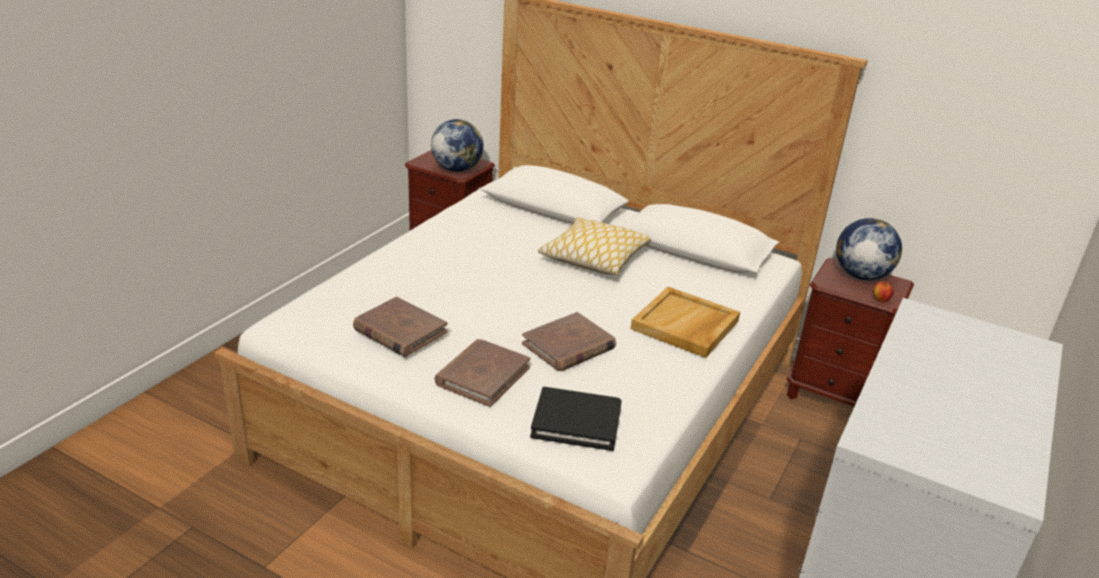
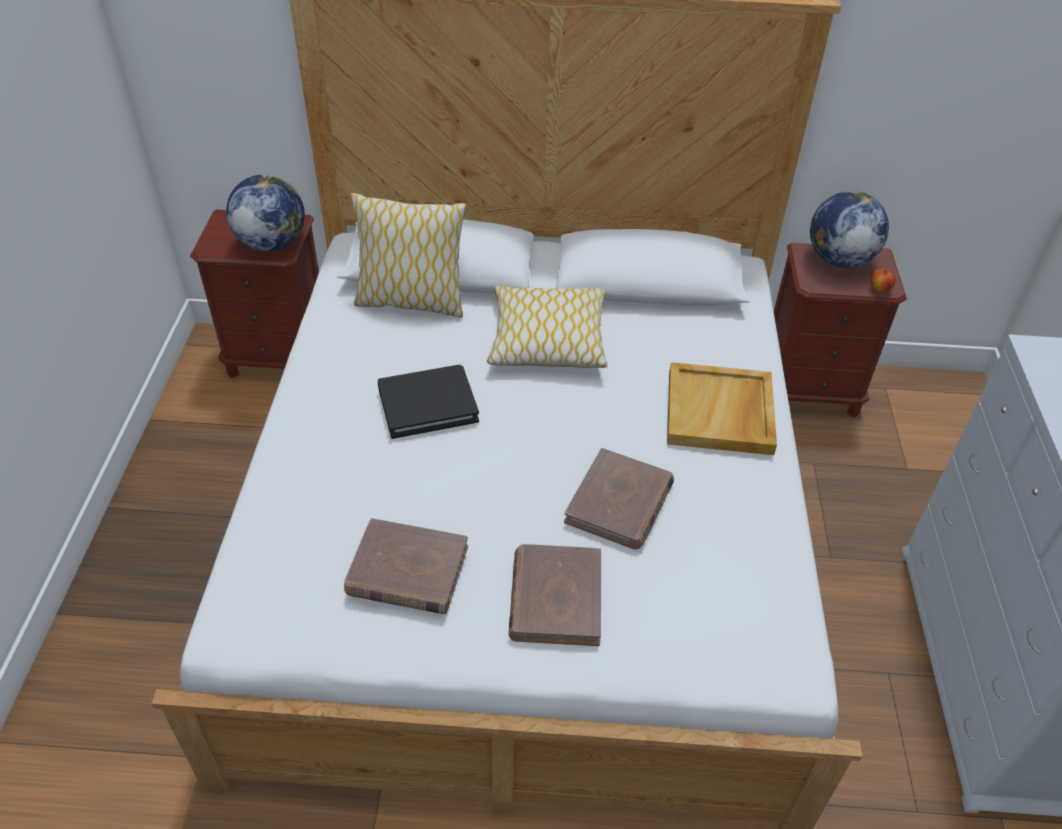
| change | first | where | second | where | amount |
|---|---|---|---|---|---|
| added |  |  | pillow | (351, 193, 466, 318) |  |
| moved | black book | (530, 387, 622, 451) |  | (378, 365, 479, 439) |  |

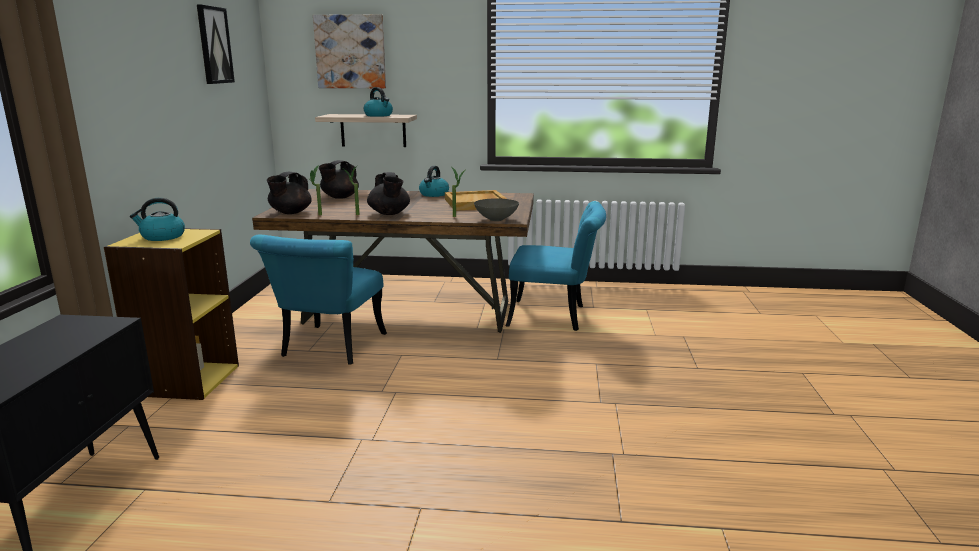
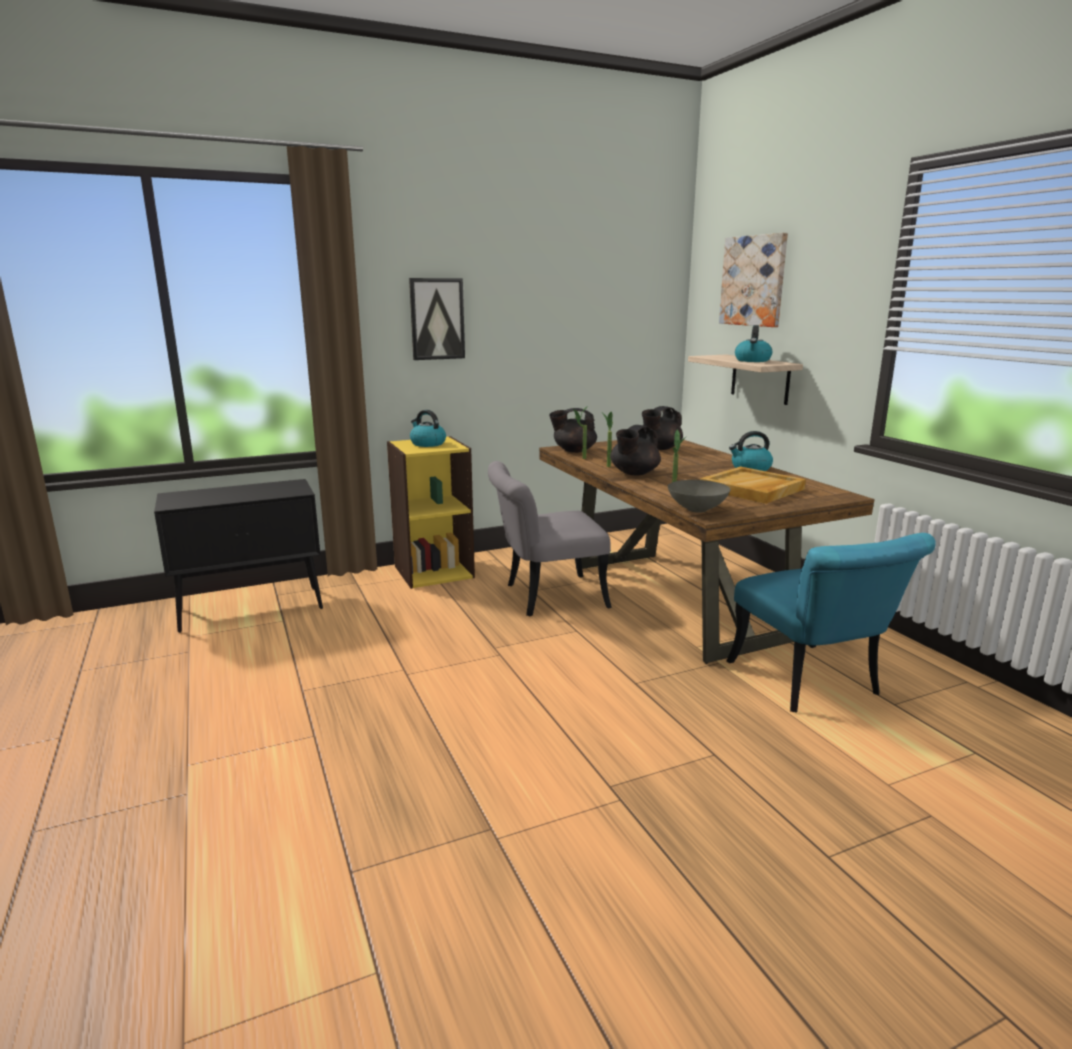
| change | first | where | second | where | amount |
|---|---|---|---|---|---|
| moved | picture | (197, 5, 235, 84) |  | (409, 278, 465, 360) |  |
| recoloured | turquoise chair | (250, 235, 387, 364) | grey chair | (488, 461, 612, 616) |  |
| turned | black teapot | (319, 160, 359, 199) |  | (642, 406, 683, 450) | 45 degrees counterclockwise |

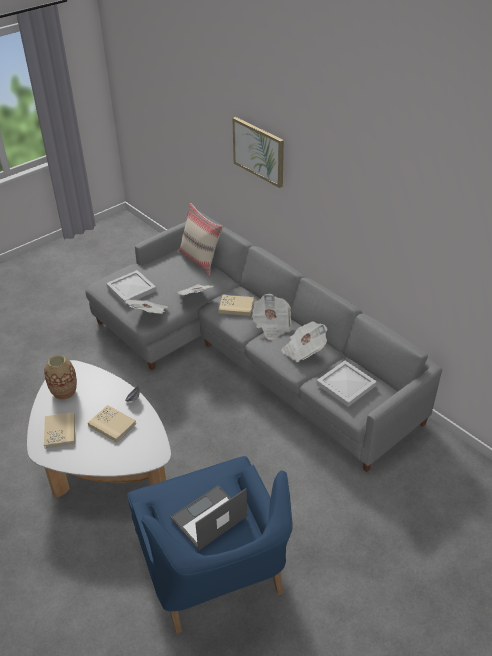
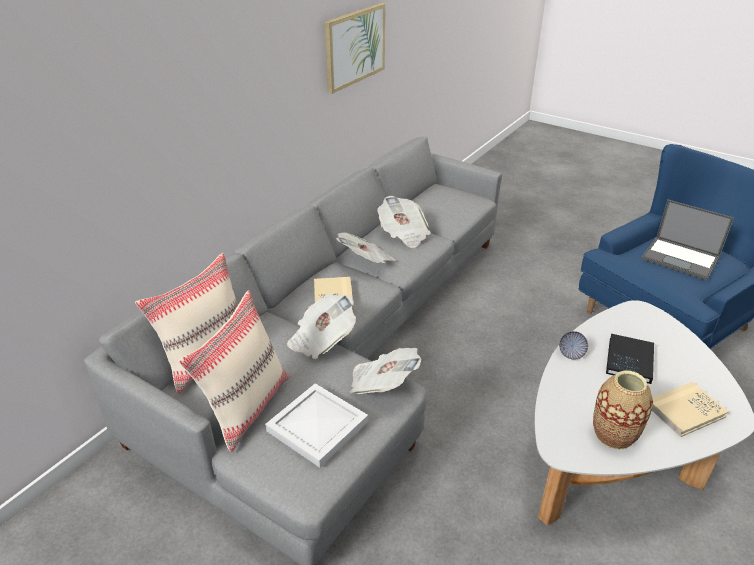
| change | first | where | second | where | amount |
|---|---|---|---|---|---|
| added |  |  | beige pillow | (178, 290, 290, 452) |  |
| moved | picture | (232, 117, 284, 188) |  | (324, 3, 385, 94) |  |
| recoloured | beige book | (88, 405, 136, 442) | black book | (606, 334, 654, 384) |  |
| removed | white tray | (316, 361, 377, 407) |  |  |  |

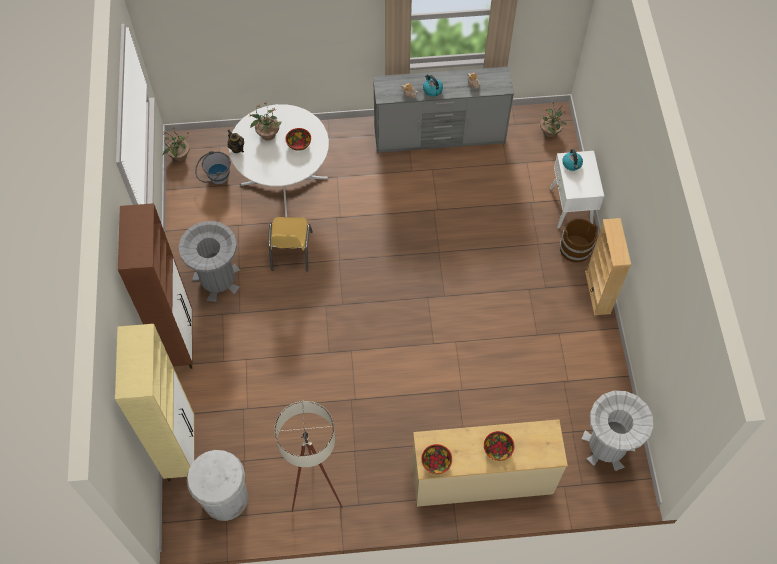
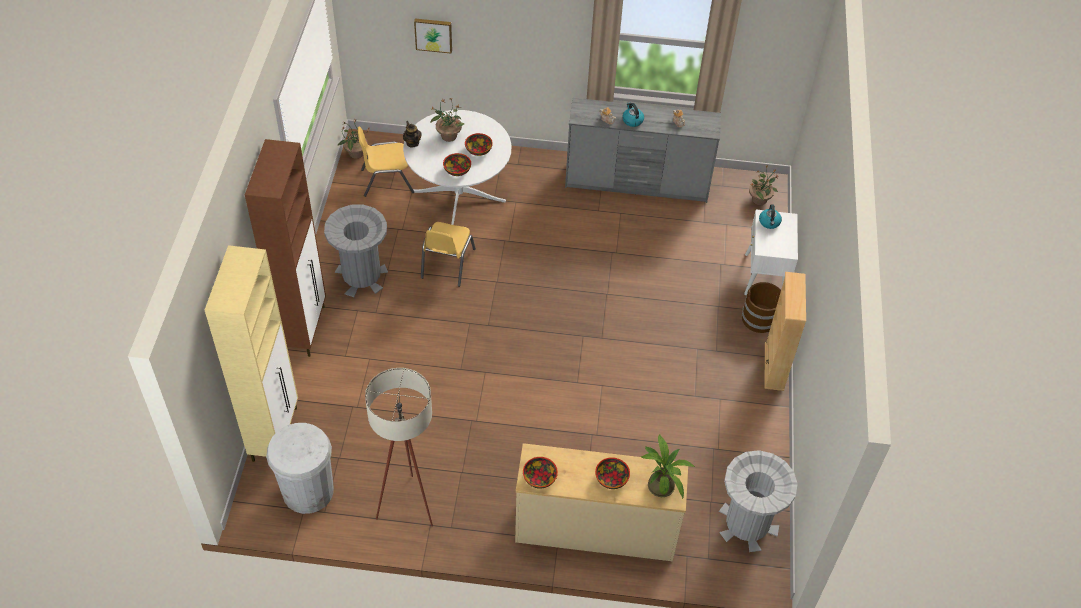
| change | first | where | second | where | amount |
|---|---|---|---|---|---|
| replaced | grey bucket | (195, 151, 231, 184) | yellow chair | (358, 126, 414, 197) |  |
| added |  |  | picture | (414, 18, 452, 54) |  |
| added |  |  | bowl | (443, 153, 471, 176) |  |
| added |  |  | potted plant | (641, 435, 695, 499) |  |

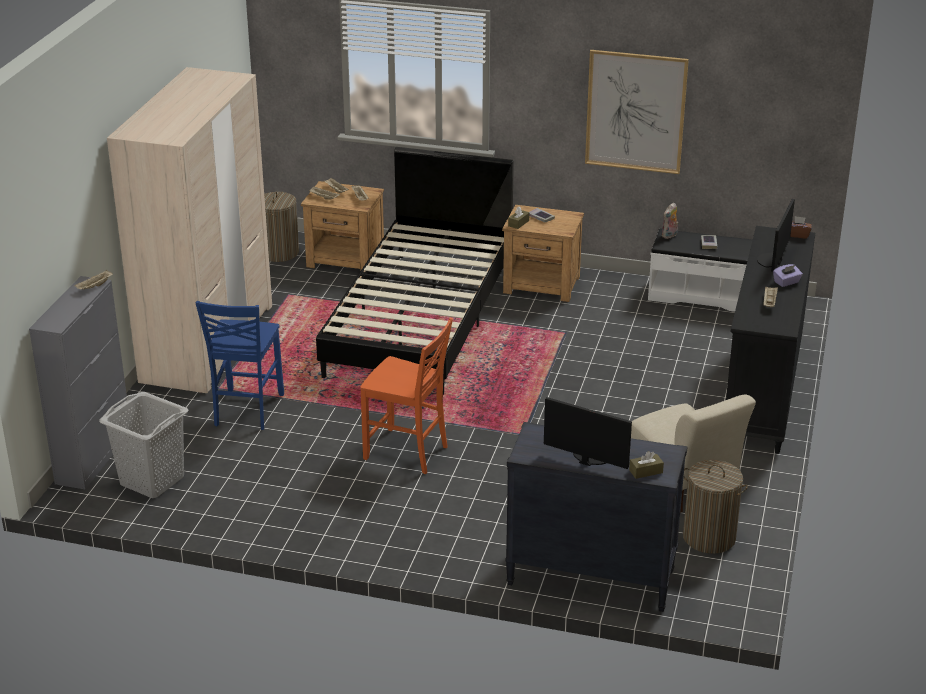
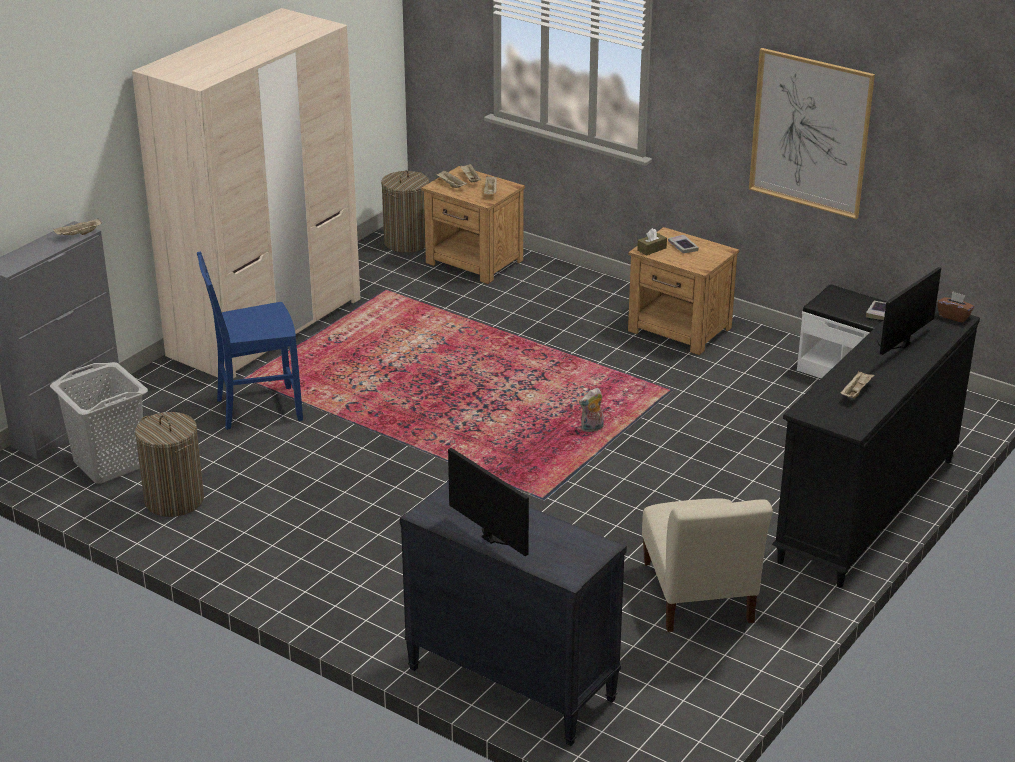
| change | first | where | second | where | amount |
|---|---|---|---|---|---|
| moved | laundry basket | (683, 460, 748, 554) |  | (135, 412, 204, 517) |  |
| turned | blue chair | (195, 301, 284, 430) |  | (197, 251, 303, 430) | 45 degrees clockwise |
| moved | plush toy | (661, 202, 678, 239) |  | (579, 388, 604, 432) |  |
| removed | black bed | (316, 147, 514, 395) |  |  |  |
| removed | orange chair | (360, 318, 453, 474) |  |  |  |
| removed | brown tissue box | (629, 451, 664, 479) |  |  |  |
| removed | purple tissue box | (773, 264, 803, 287) |  |  |  |

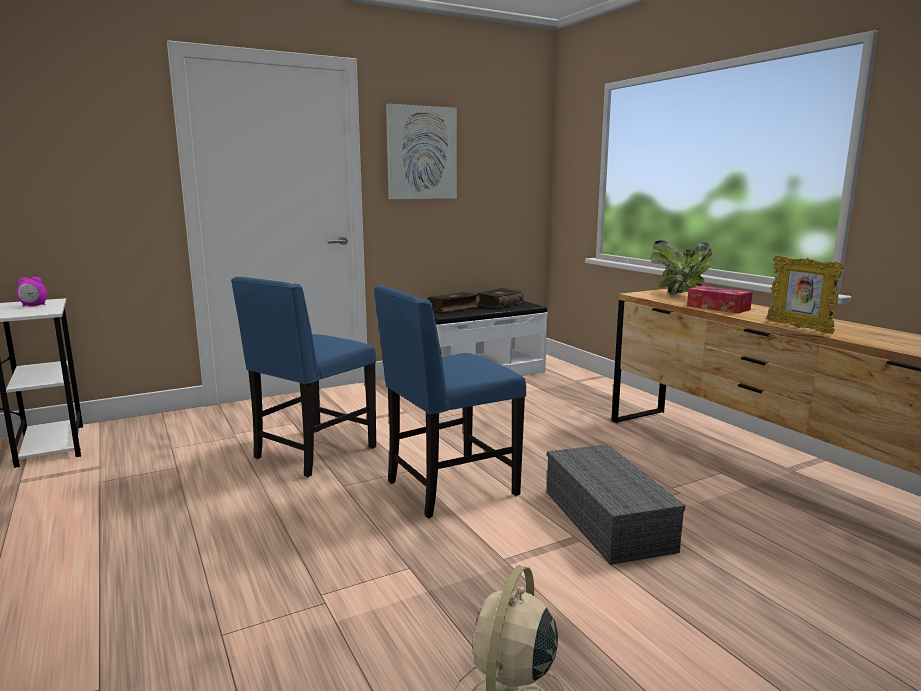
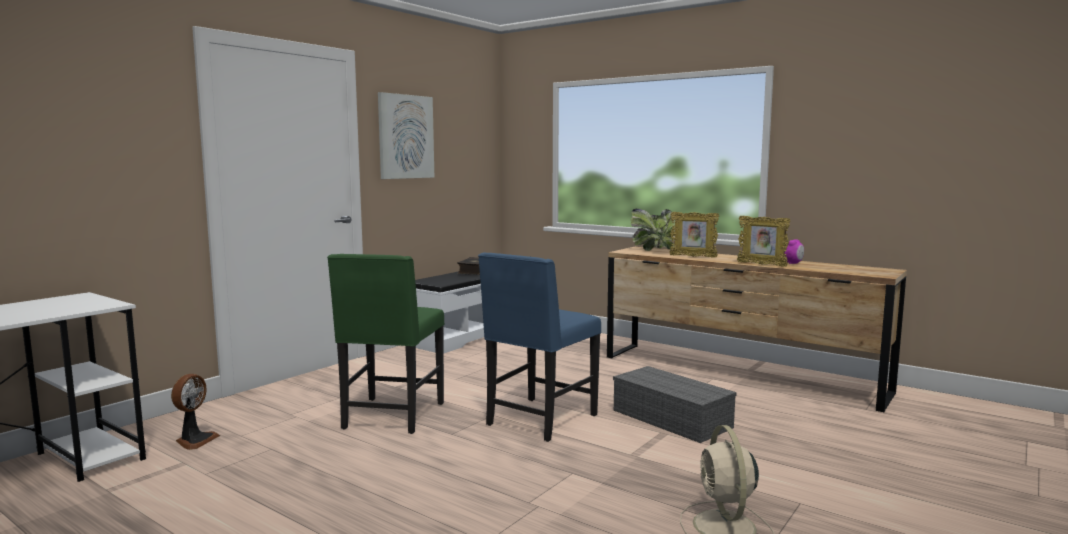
| change | first | where | second | where | amount |
|---|---|---|---|---|---|
| added |  |  | fan | (171, 374, 220, 450) |  |
| recoloured | blue chair | (231, 277, 376, 477) | green chair | (327, 254, 444, 434) |  |
| replaced | tissue box | (687, 286, 753, 314) | picture frame | (669, 212, 719, 258) |  |
| moved | alarm clock | (16, 277, 47, 306) |  | (785, 239, 804, 264) |  |
| removed | book | (427, 292, 478, 312) |  |  |  |

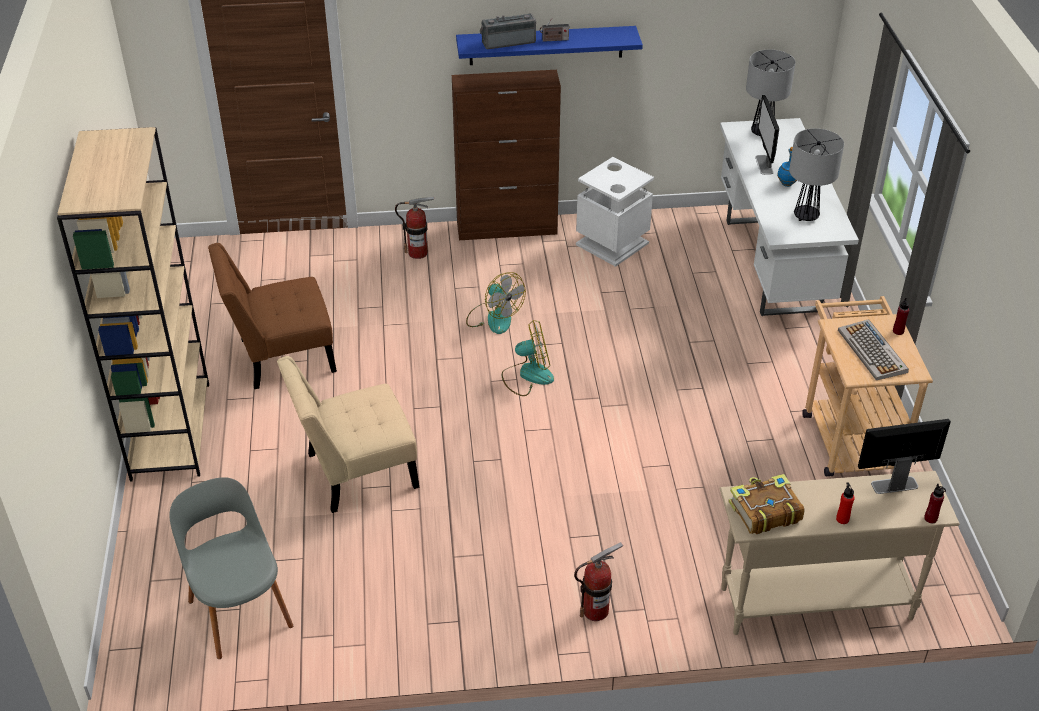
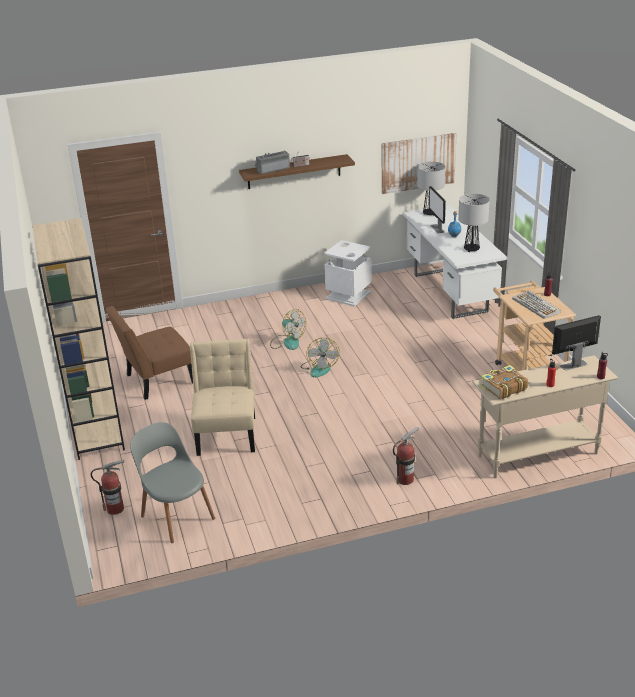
| change | first | where | second | where | amount |
|---|---|---|---|---|---|
| moved | fire extinguisher | (395, 197, 434, 259) |  | (91, 460, 124, 515) |  |
| turned | beige chair | (277, 356, 419, 513) |  | (190, 339, 255, 456) | 120 degrees clockwise |
| recoloured | blue shelf | (456, 26, 643, 65) | brown shelf | (239, 154, 355, 189) |  |
| turned | fan | (502, 320, 554, 396) |  | (301, 338, 340, 377) | 105 degrees clockwise |
| added |  |  | picture | (382, 133, 456, 194) |  |
| removed | brown cabinet | (452, 70, 561, 240) |  |  |  |

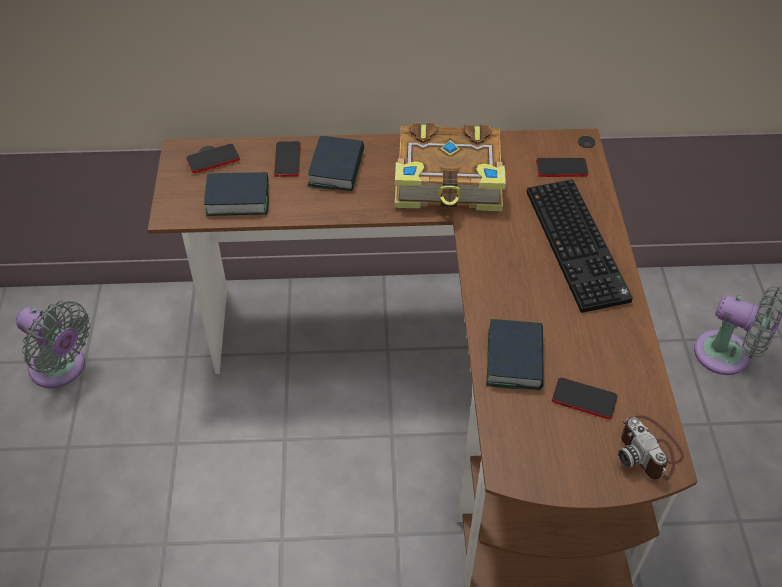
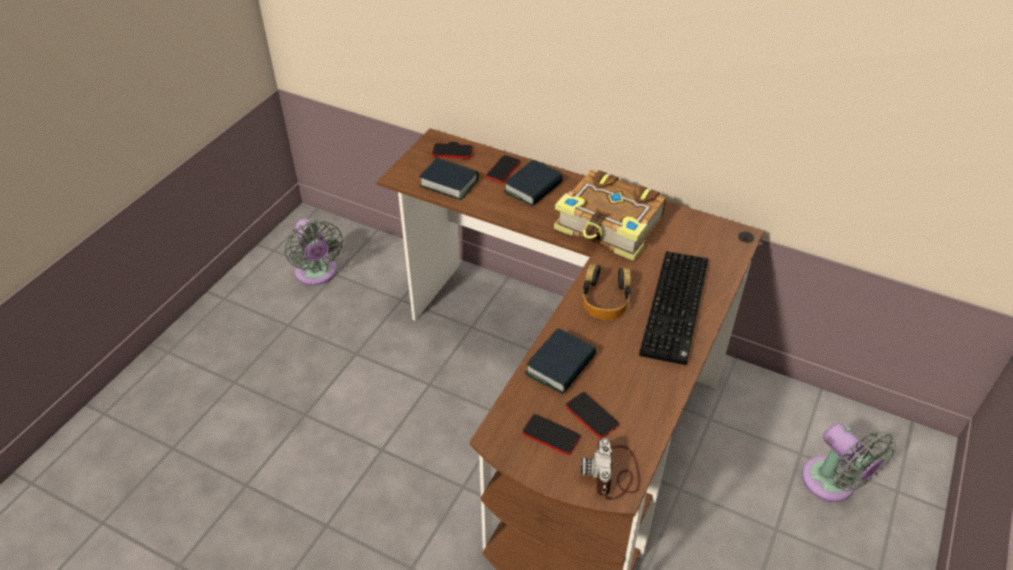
| change | first | where | second | where | amount |
|---|---|---|---|---|---|
| moved | phone | (536, 158, 588, 177) |  | (522, 414, 580, 455) |  |
| added |  |  | headphones | (582, 264, 631, 320) |  |

